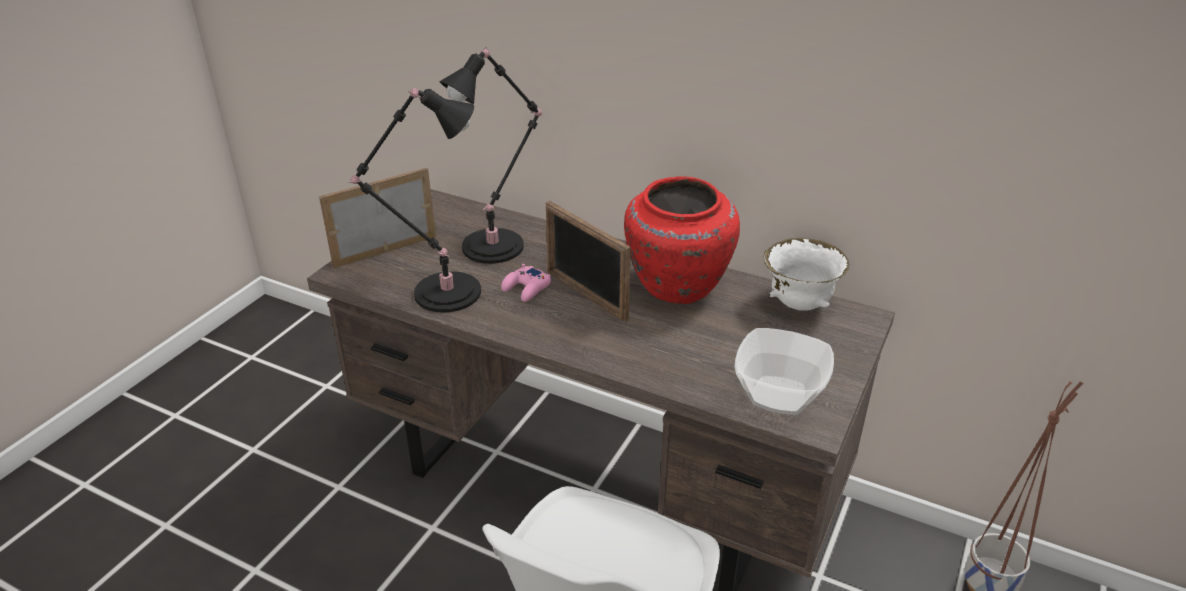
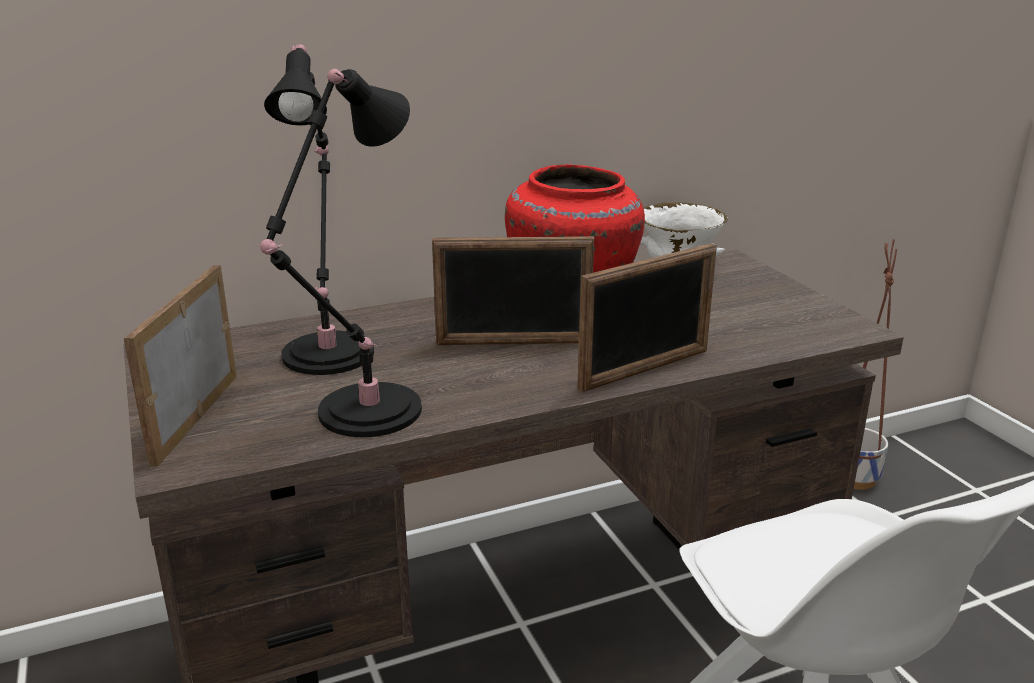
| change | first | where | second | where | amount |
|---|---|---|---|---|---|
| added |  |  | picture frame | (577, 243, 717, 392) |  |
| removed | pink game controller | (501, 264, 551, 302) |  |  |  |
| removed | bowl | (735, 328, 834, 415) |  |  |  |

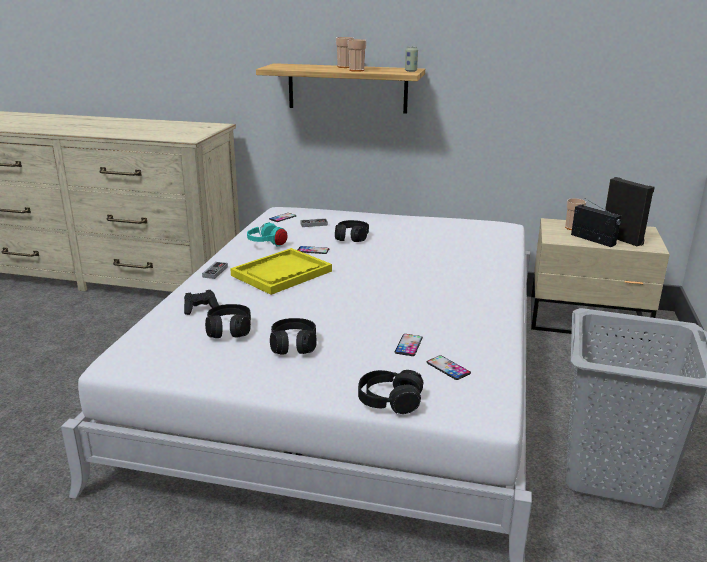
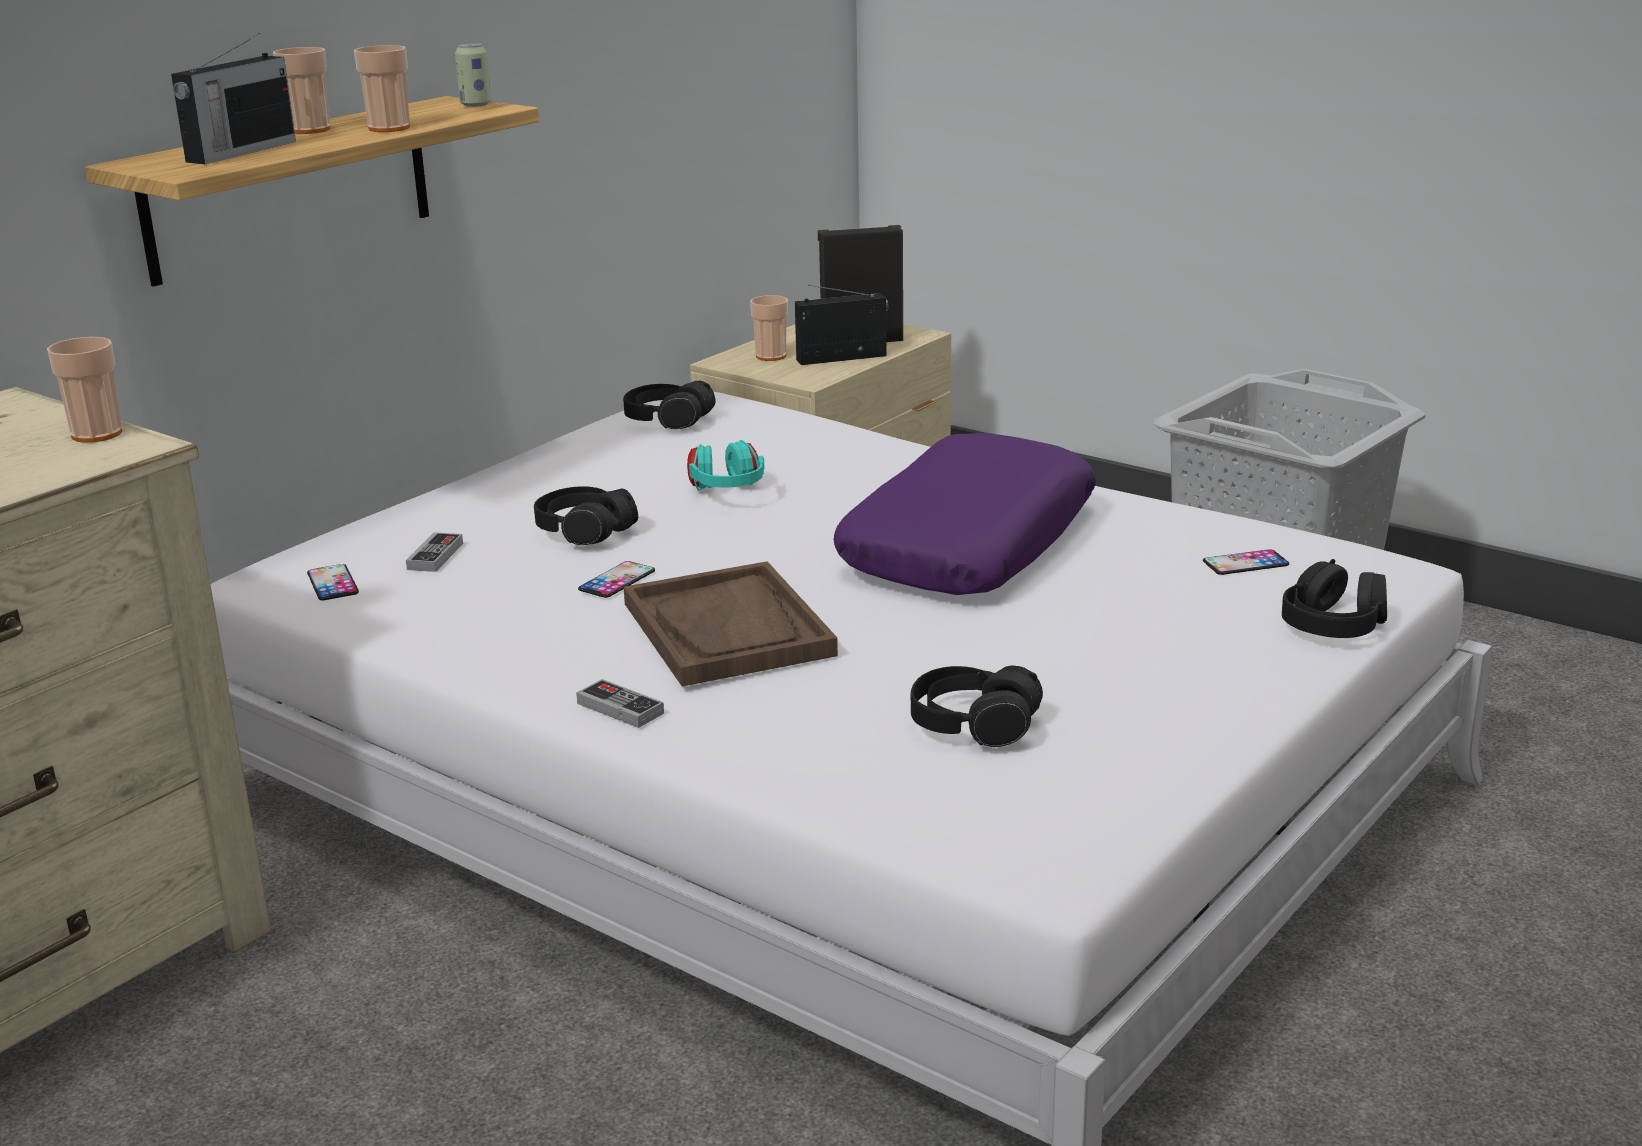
| change | first | where | second | where | amount |
|---|---|---|---|---|---|
| added |  |  | cup | (47, 337, 122, 443) |  |
| added |  |  | radio | (171, 33, 296, 164) |  |
| moved | black headphones | (270, 318, 317, 354) |  | (623, 381, 715, 429) |  |
| recoloured | yellow tray | (230, 248, 332, 295) | brown tray | (624, 561, 838, 687) |  |
| moved | turquoise headphones | (247, 222, 288, 247) |  | (687, 440, 765, 491) |  |
| added |  |  | purple pillow | (833, 433, 1096, 595) |  |
| removed | black game controller | (184, 290, 219, 315) |  |  |  |
| removed | phone | (395, 334, 423, 356) |  |  |  |

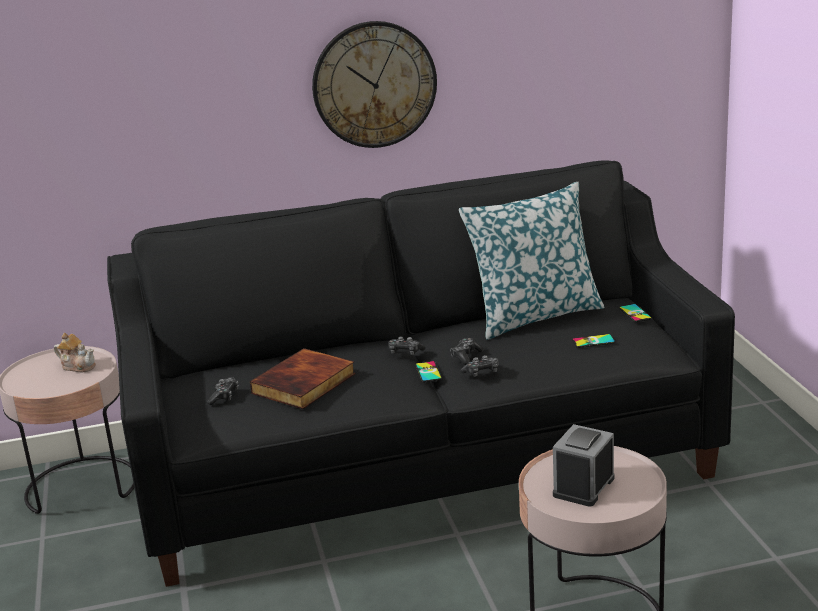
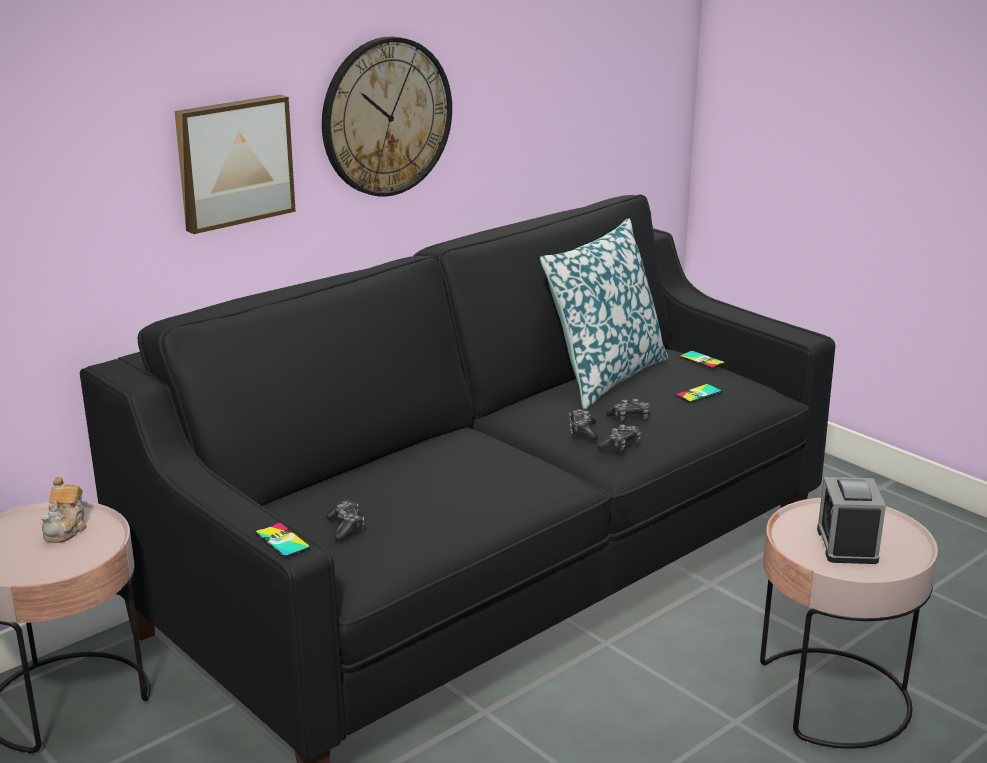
| change | first | where | second | where | amount |
|---|---|---|---|---|---|
| turned | teapot | (54, 333, 96, 372) |  | (41, 477, 87, 543) | 105 degrees clockwise |
| added |  |  | picture | (175, 95, 296, 234) |  |
| moved | phone | (415, 361, 442, 382) |  | (255, 523, 311, 558) |  |
| moved | game controller | (388, 336, 425, 355) |  | (606, 399, 650, 421) |  |
| removed | book | (250, 348, 356, 409) |  |  |  |

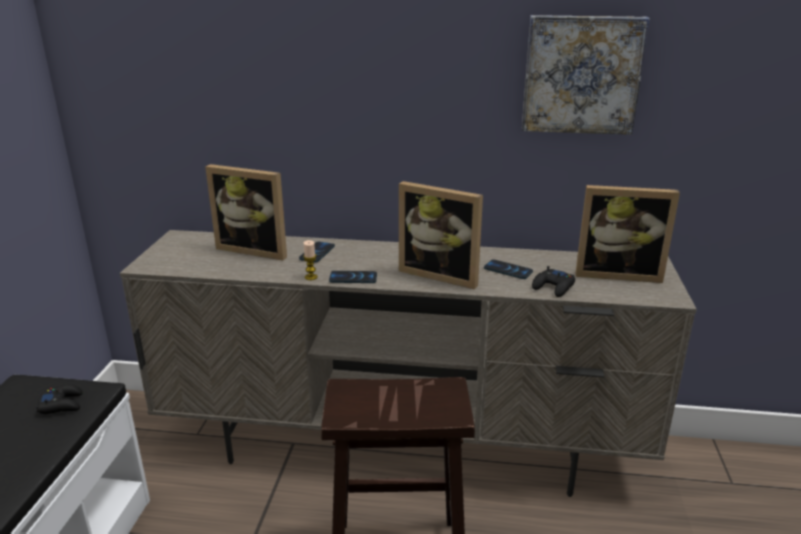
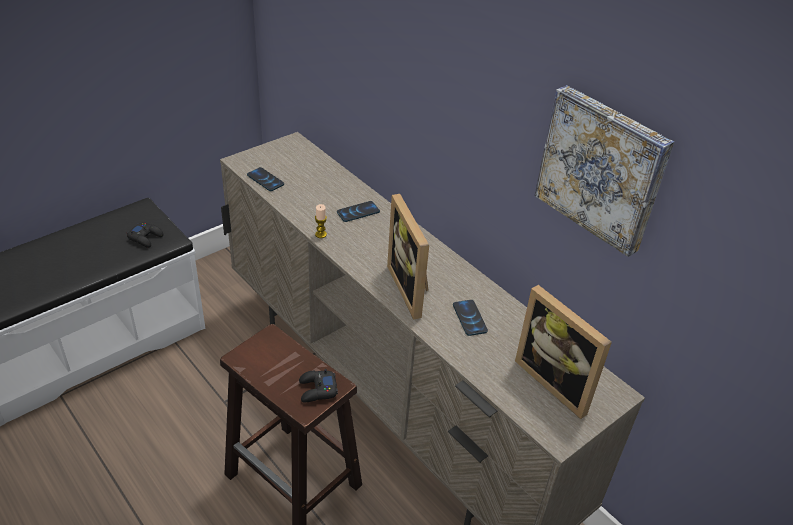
| change | first | where | second | where | amount |
|---|---|---|---|---|---|
| moved | phone | (329, 271, 377, 283) |  | (247, 167, 284, 191) |  |
| moved | black game controller | (532, 266, 575, 297) |  | (299, 369, 338, 402) |  |
| removed | picture frame | (205, 164, 287, 260) |  |  |  |

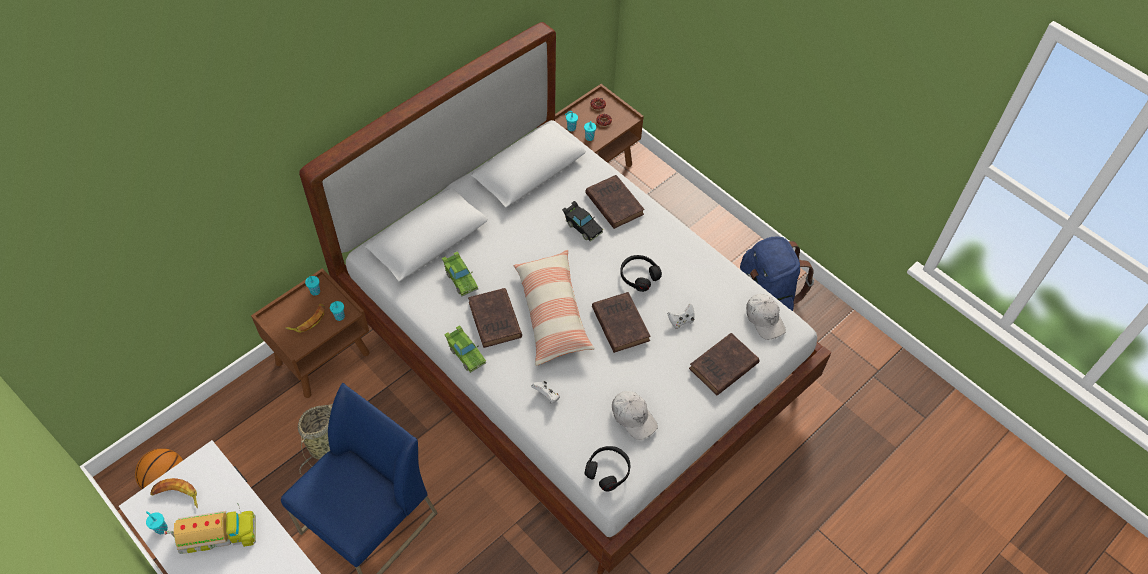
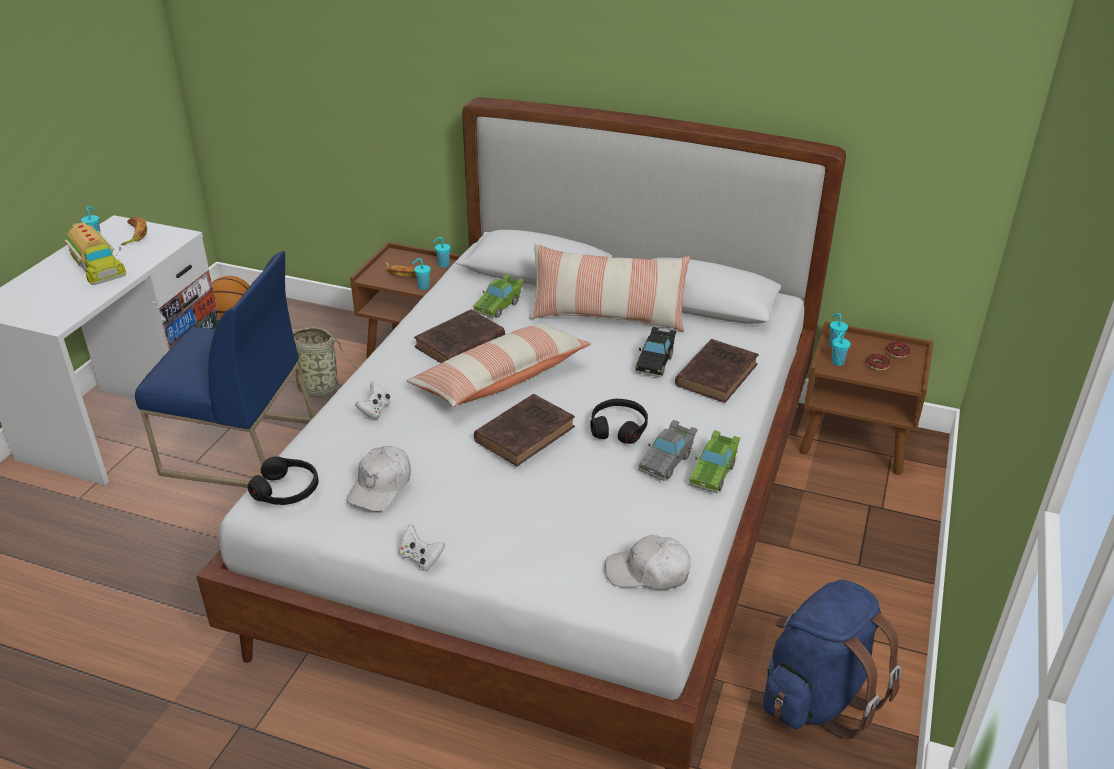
| change | first | where | second | where | amount |
|---|---|---|---|---|---|
| moved | white game controller | (668, 304, 695, 329) |  | (399, 524, 445, 570) |  |
| added |  |  | pillow | (529, 243, 690, 332) |  |
| turned | white cap | (746, 294, 786, 340) |  | (605, 535, 691, 590) | 60 degrees clockwise |
| added |  |  | grey toy car | (638, 420, 698, 481) |  |
| moved | green toy car | (444, 325, 486, 373) |  | (689, 430, 740, 493) |  |
| removed | brown book | (689, 333, 760, 395) |  |  |  |

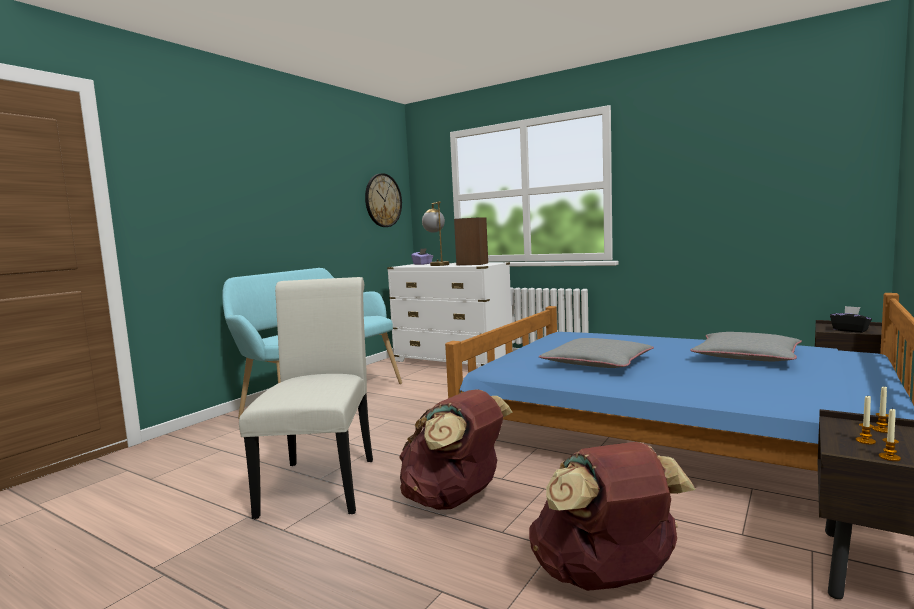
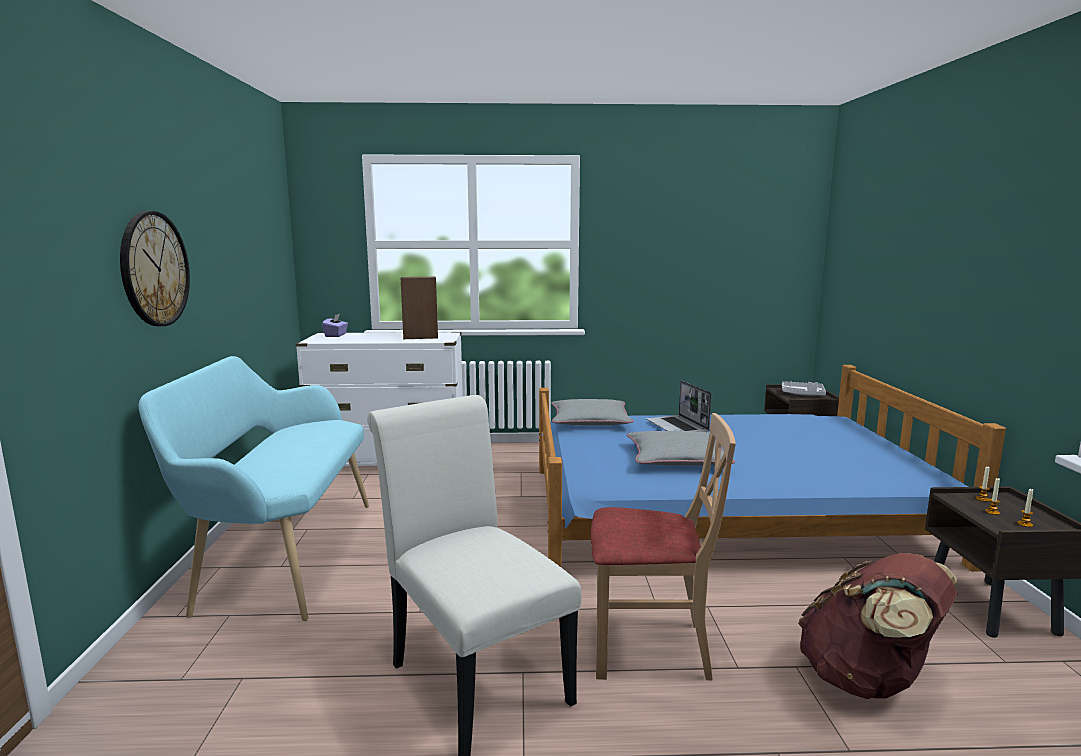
| change | first | where | second | where | amount |
|---|---|---|---|---|---|
| moved | wall clock | (365, 173, 402, 227) |  | (120, 211, 190, 326) |  |
| moved | grey pillow | (690, 332, 802, 361) |  | (551, 399, 633, 425) |  |
| replaced | brown backpack | (399, 389, 512, 510) | beige chair | (591, 413, 736, 681) |  |
| added |  |  | laptop | (646, 380, 712, 432) |  |
| replaced | black tissue box | (830, 306, 872, 333) | grey tray | (782, 381, 826, 396) |  |
| removed | table lamp | (422, 201, 449, 266) |  |  |  |

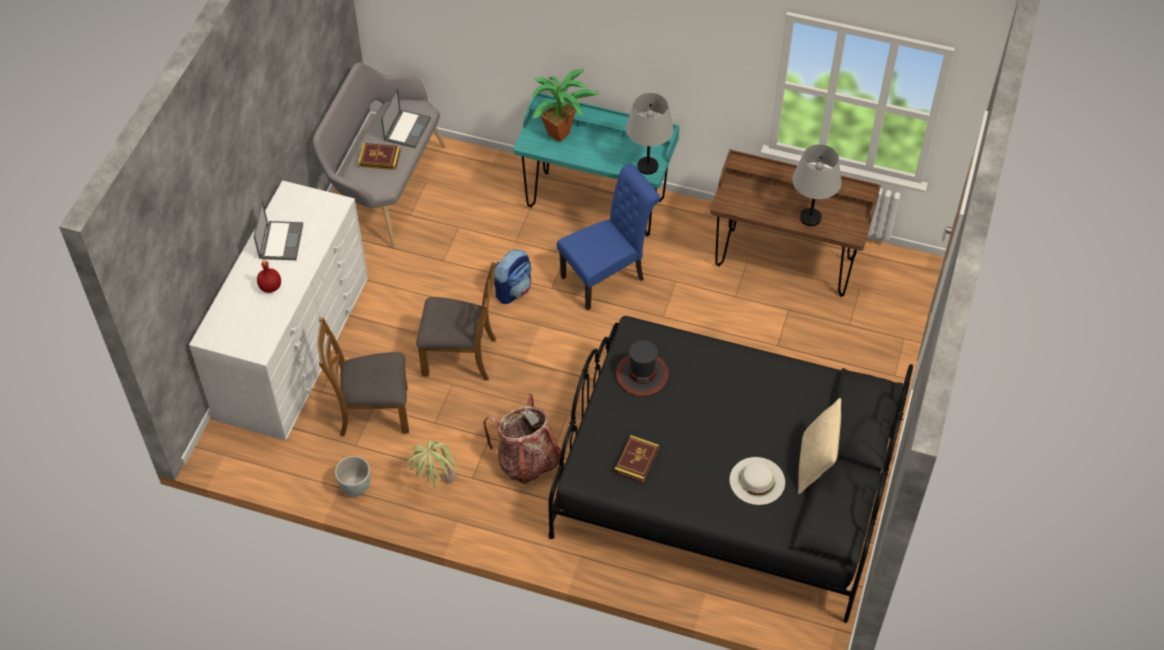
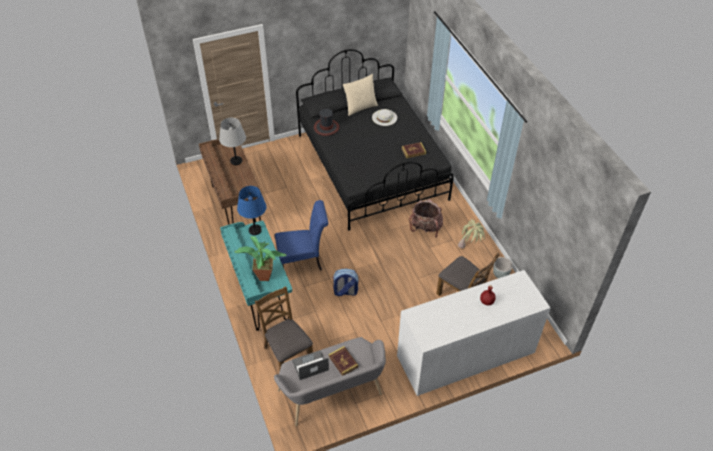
| change | first | where | second | where | amount |
|---|---|---|---|---|---|
| recoloured | grey table lamp | (626, 93, 674, 175) | blue table lamp | (237, 186, 267, 235) |  |
| moved | brown chair | (416, 262, 496, 381) |  | (255, 286, 313, 370) |  |
| turned | blue chair | (557, 164, 660, 311) |  | (275, 200, 328, 271) | 150 degrees clockwise |
| moved | hat | (616, 340, 669, 397) |  | (314, 108, 339, 136) |  |
| removed | laptop | (254, 200, 303, 260) |  |  |  |

